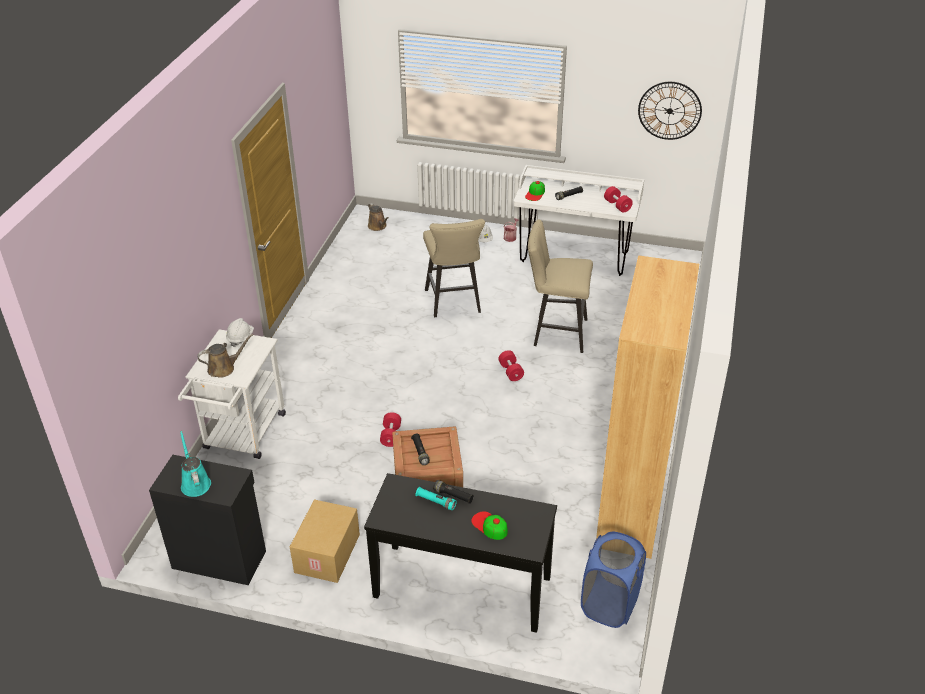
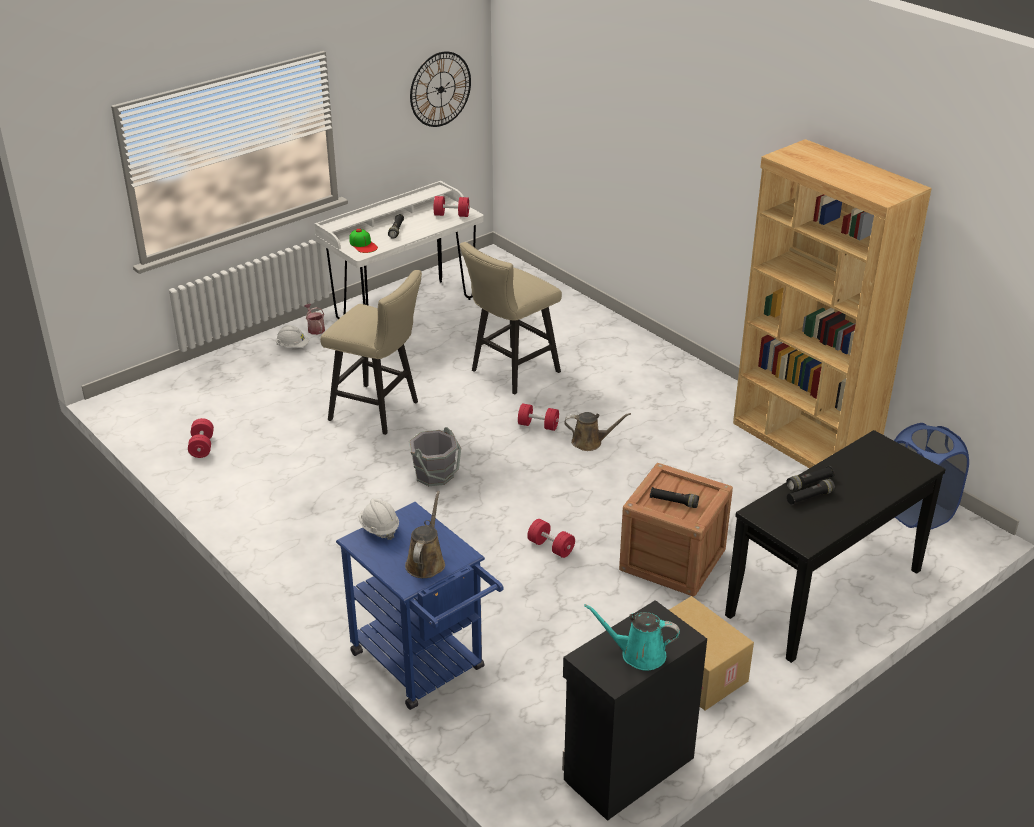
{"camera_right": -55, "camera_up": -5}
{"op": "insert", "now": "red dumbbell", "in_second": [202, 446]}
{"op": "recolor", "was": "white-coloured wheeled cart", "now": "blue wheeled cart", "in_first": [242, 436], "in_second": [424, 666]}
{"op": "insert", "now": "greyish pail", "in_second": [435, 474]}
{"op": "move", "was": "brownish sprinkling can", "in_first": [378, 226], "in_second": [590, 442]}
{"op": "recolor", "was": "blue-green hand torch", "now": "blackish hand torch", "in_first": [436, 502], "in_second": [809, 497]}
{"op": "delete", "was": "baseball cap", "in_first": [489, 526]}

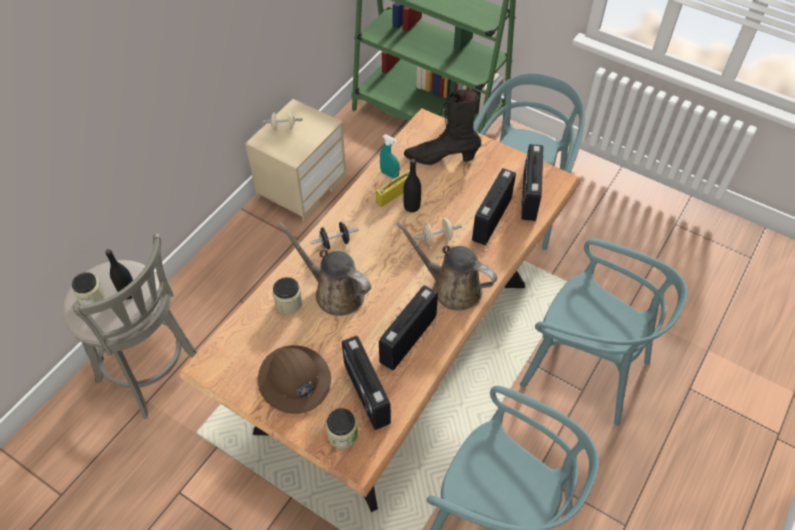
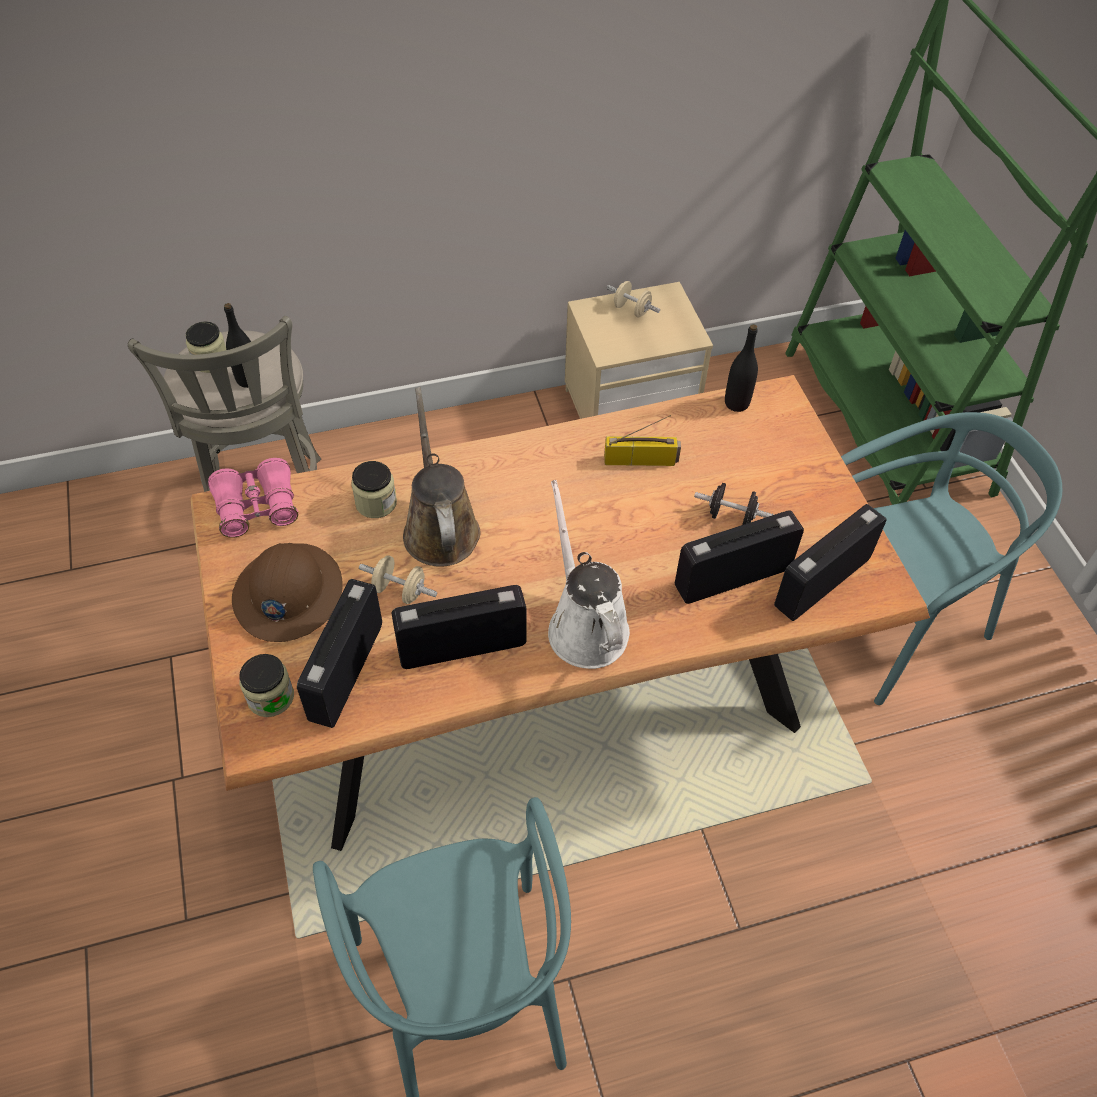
{"camera_right": 40, "camera_up": 0}
{"op": "insert", "now": "pink-coloured binoculars", "in_second": [257, 507]}
{"op": "move", "was": "beige dumbbell", "in_first": [437, 238], "in_second": [399, 590]}
{"op": "recolor", "was": "brownish sprinkling can", "now": "white-coloured sprinkling can", "in_first": [452, 287], "in_second": [585, 625]}
{"op": "move", "was": "blackish dumbbell", "in_first": [335, 242], "in_second": [731, 516]}
{"op": "move", "was": "blackish beverage bottle", "in_first": [411, 206], "in_second": [736, 403]}
{"op": "delete", "was": "blue-green sprayer", "in_first": [389, 174]}
{"op": "delete", "was": "blackish tall boot", "in_first": [441, 157]}
{"op": "delete", "was": "blue-green upright chair", "in_first": [585, 368]}

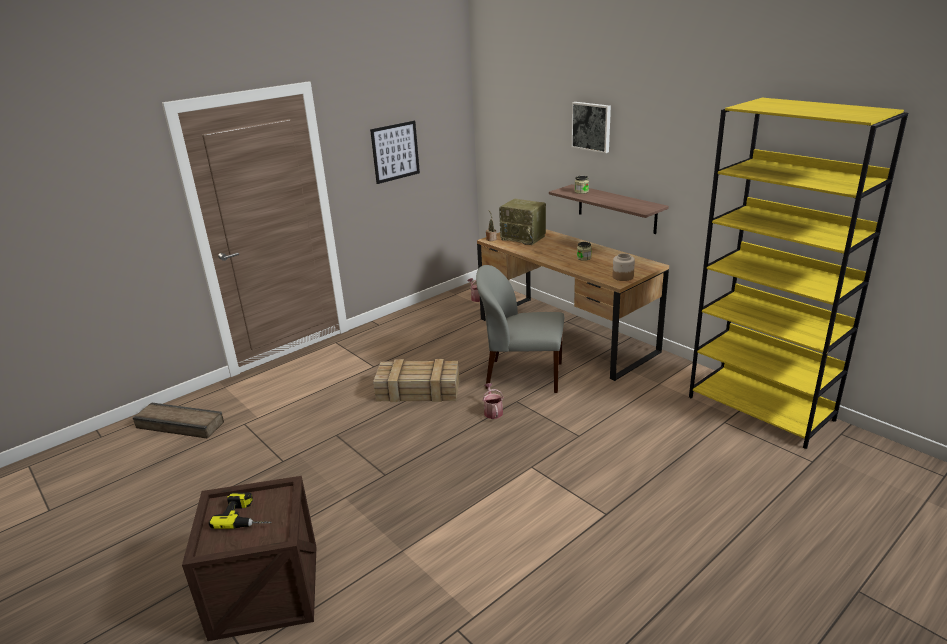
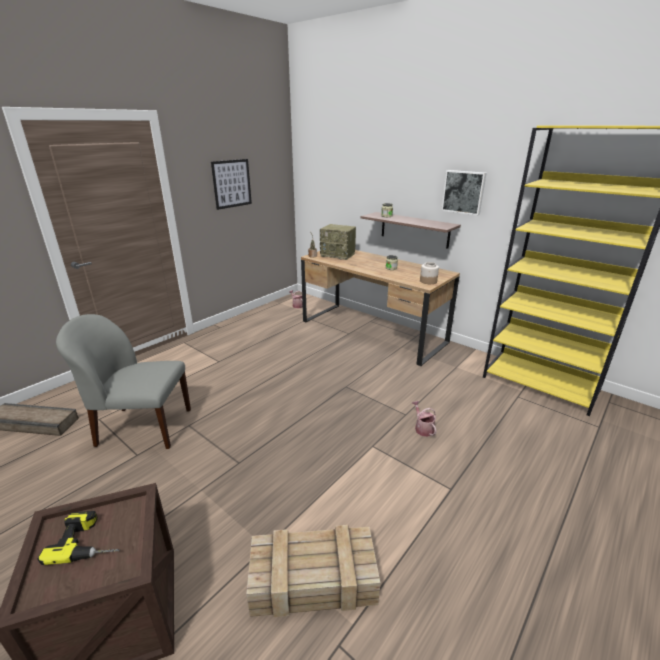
{"camera_right": -10, "camera_up": 0}
{"op": "move", "was": "greyish upright chair", "in_first": [522, 376], "in_second": [143, 427]}
{"op": "move", "was": "packing crate", "in_first": [417, 390], "in_second": [311, 580]}
{"op": "move", "was": "sprinkling can", "in_first": [492, 411], "in_second": [422, 428]}
{"op": "move", "was": "picture", "in_first": [592, 126], "in_second": [463, 192]}

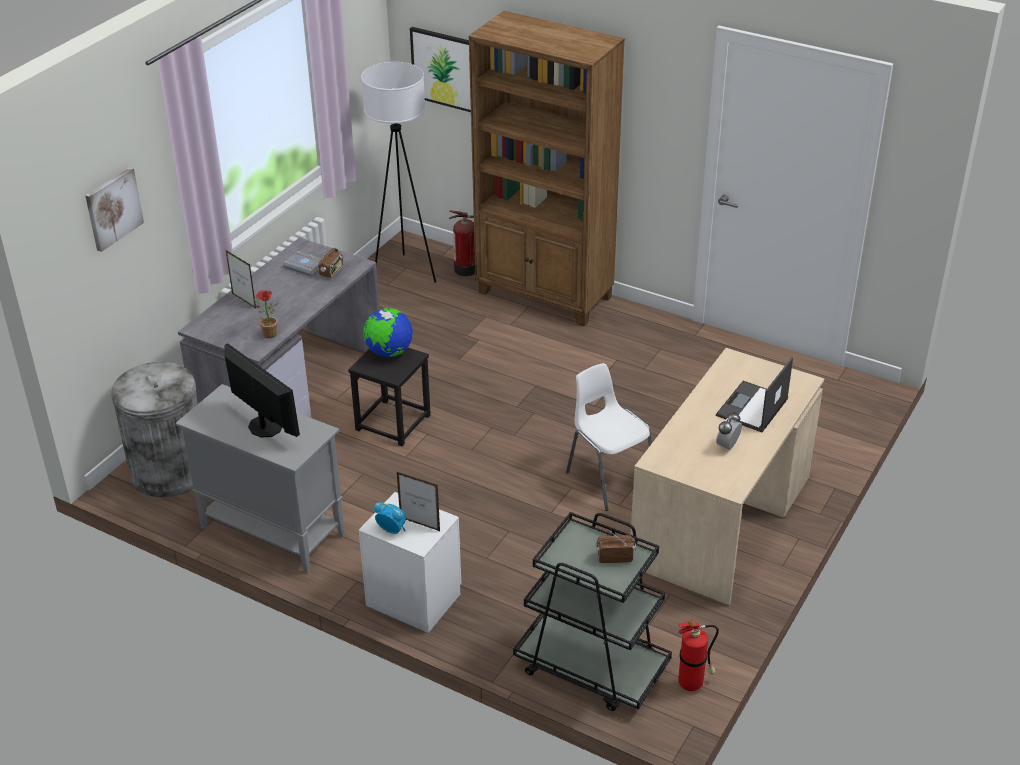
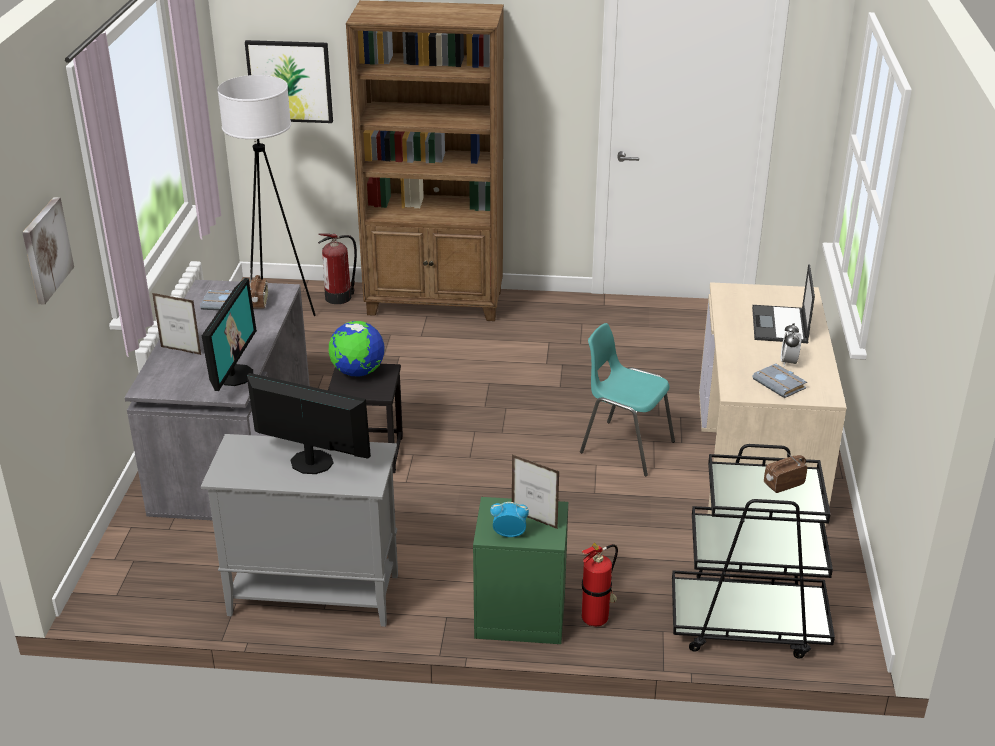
{"camera_right": -25, "camera_up": -5}
{"op": "replace", "was": "potted plant", "now": "computer screen", "in_first": [267, 334], "in_second": [234, 375]}
{"op": "recolor", "was": "white-coloured bedside table", "now": "green bedside table", "in_first": [413, 597], "in_second": [518, 614]}
{"op": "rotate", "was": "standing frame", "in_first": [419, 524], "in_second": [534, 520], "clockwise": -150}
{"op": "recolor", "was": "white-coloured upright chair", "now": "blue-green upright chair", "in_first": [609, 478], "in_second": [625, 446]}
{"op": "move", "was": "fire extinguisher", "in_first": [693, 684], "in_second": [597, 619]}
{"op": "insert", "now": "greyish volume", "in_second": [781, 384]}
{"op": "delete", "was": "greyish waste bin", "in_first": [170, 472]}

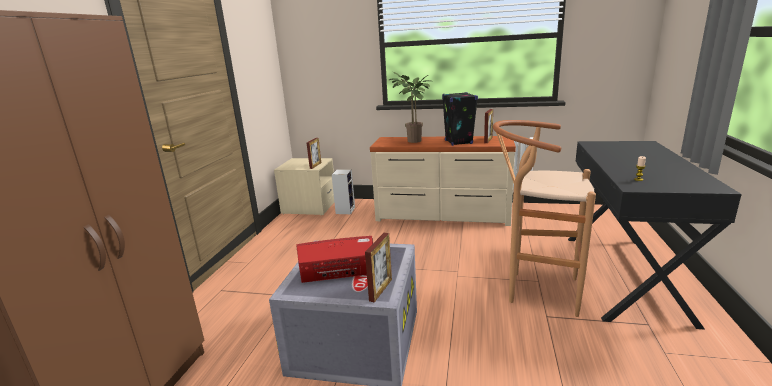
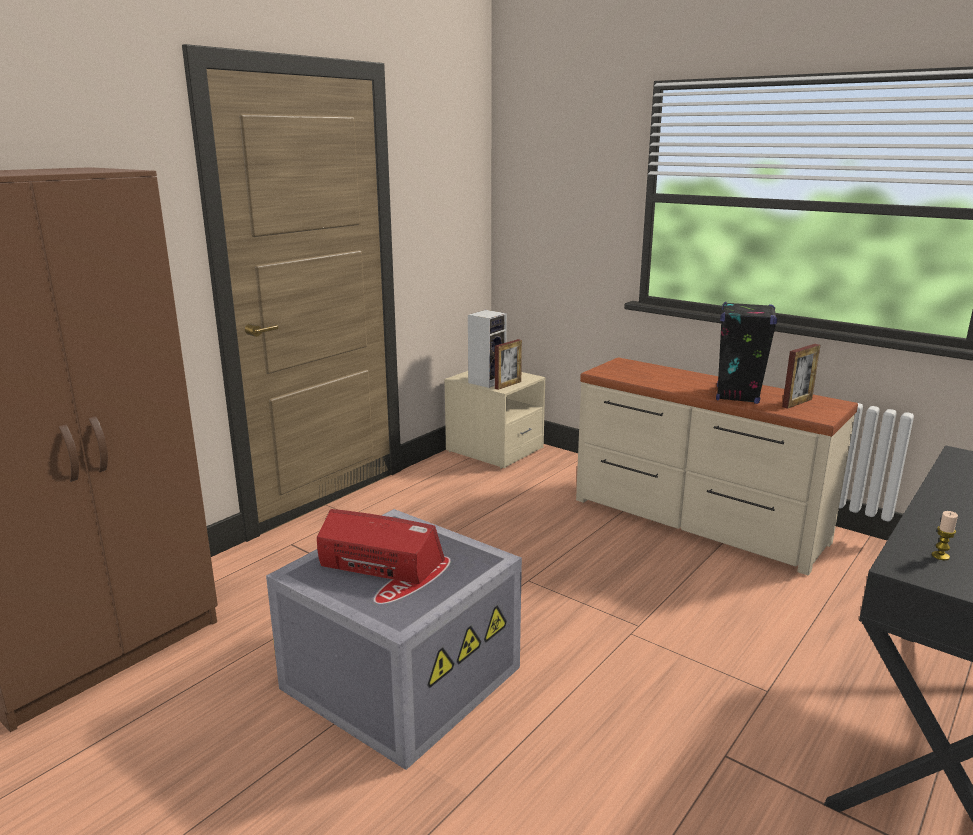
{"camera_right": 25, "camera_up": 0}
{"op": "move", "was": "audio speaker", "in_first": [345, 210], "in_second": [487, 381]}
{"op": "delete", "was": "standing frame", "in_first": [380, 290]}
{"op": "delete", "was": "potted plant", "in_first": [413, 141]}
{"op": "delete", "was": "brownish sitting stool", "in_first": [535, 290]}

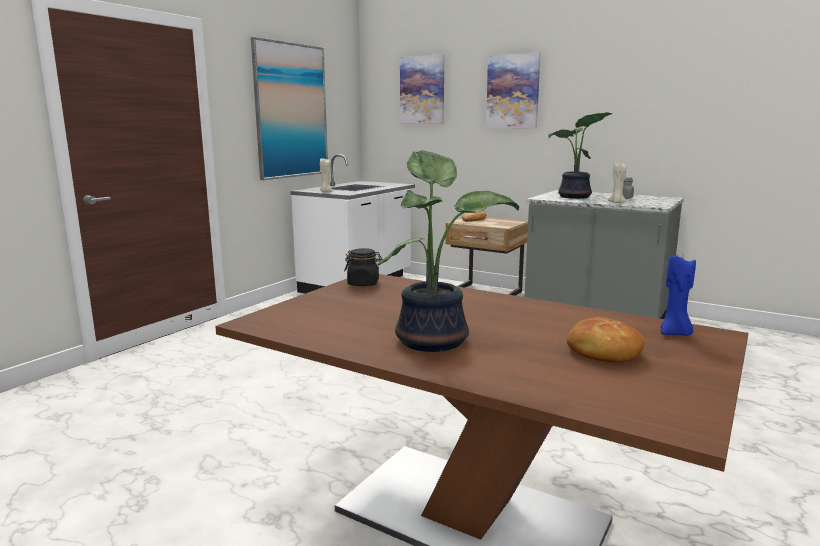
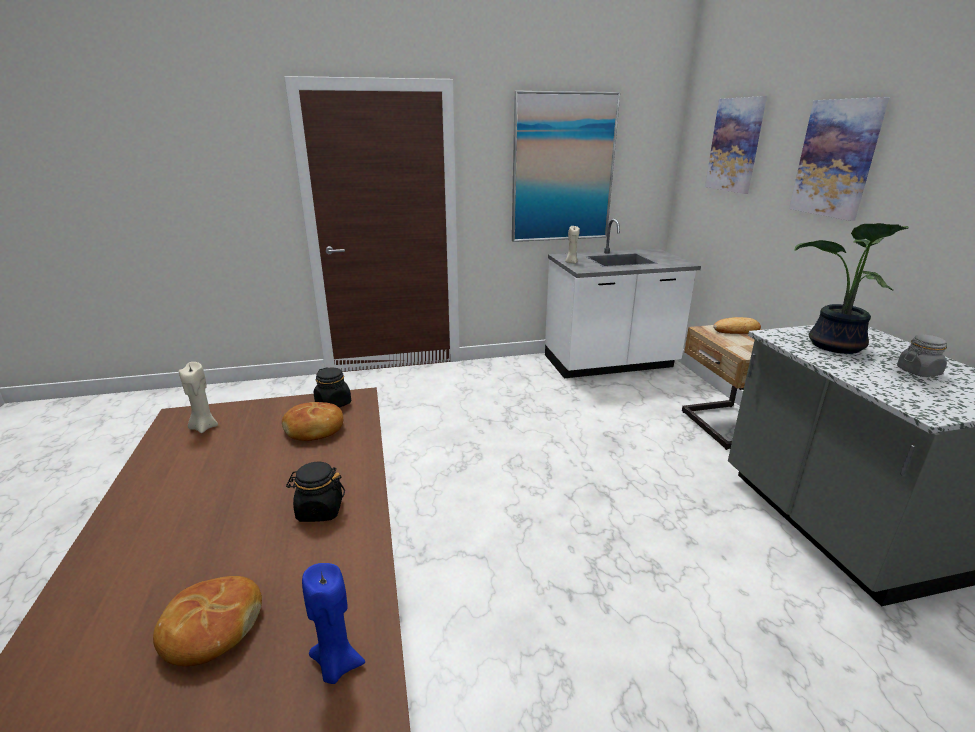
{"camera_right": 45, "camera_up": 10}
{"op": "move", "was": "beige wax light", "in_first": [616, 203], "in_second": [204, 427]}
{"op": "insert", "now": "bakery bread", "in_second": [314, 429]}
{"op": "insert", "now": "blackish jar", "in_second": [319, 510]}
{"op": "delete", "was": "potted plant", "in_first": [434, 339]}

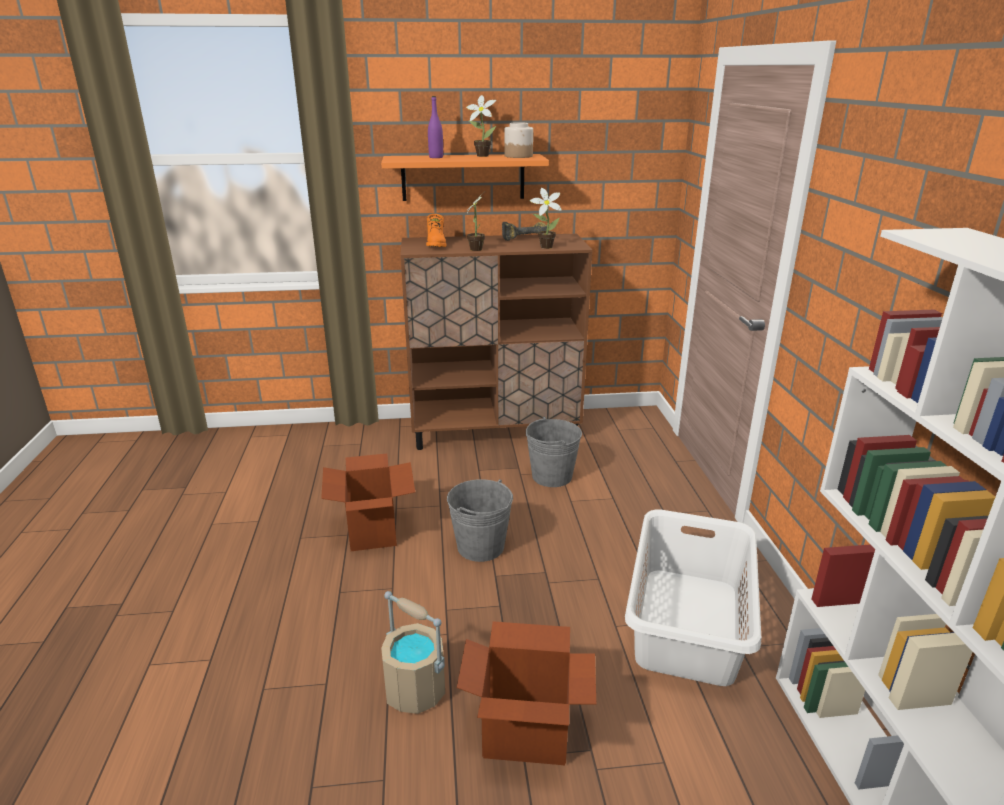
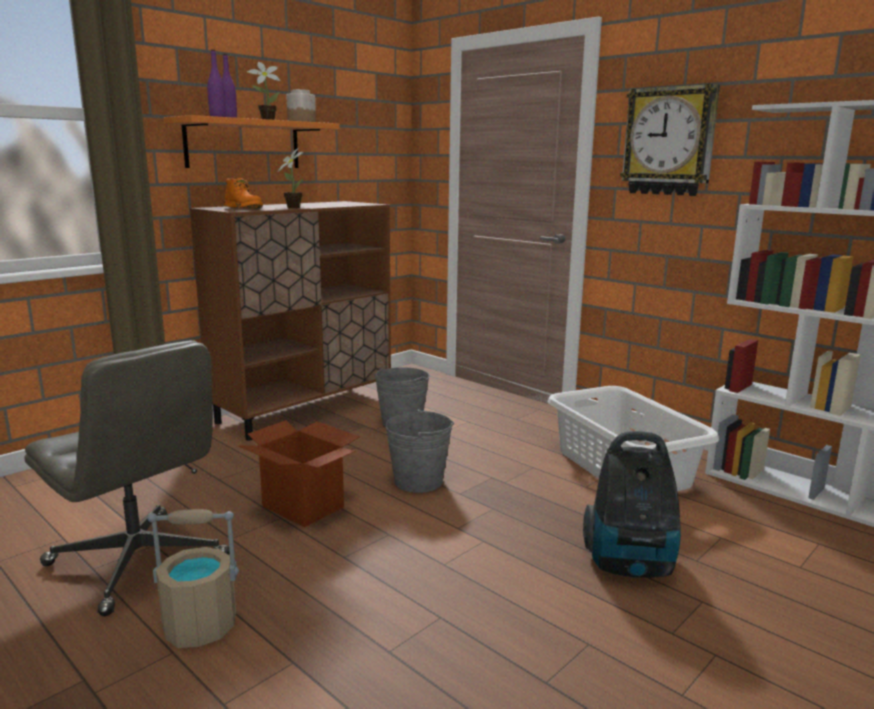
{"camera_right": -40, "camera_up": -10}
{"op": "insert", "now": "greyish desk chair", "in_second": [139, 562]}
{"op": "move", "was": "beige pail", "in_first": [416, 690], "in_second": [200, 626]}
{"op": "insert", "now": "purple-coloured beverage bottle", "in_second": [217, 116]}
{"op": "replace", "was": "packing box", "now": "hoover", "in_first": [526, 733], "in_second": [630, 565]}
{"op": "insert", "now": "hanging clock", "in_second": [669, 142]}
{"op": "delete", "was": "power drill", "in_first": [524, 237]}
{"op": "delete", "was": "potted plant", "in_first": [544, 247]}

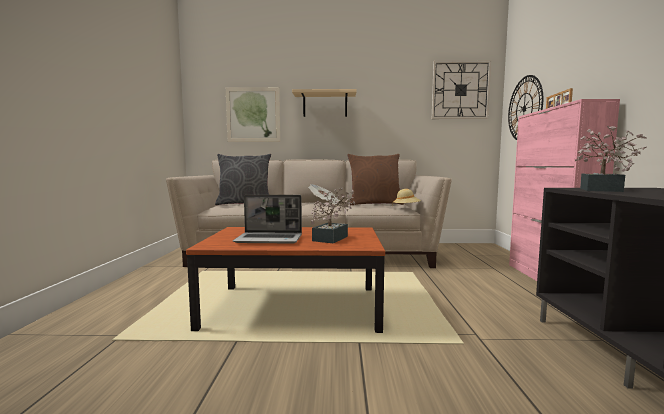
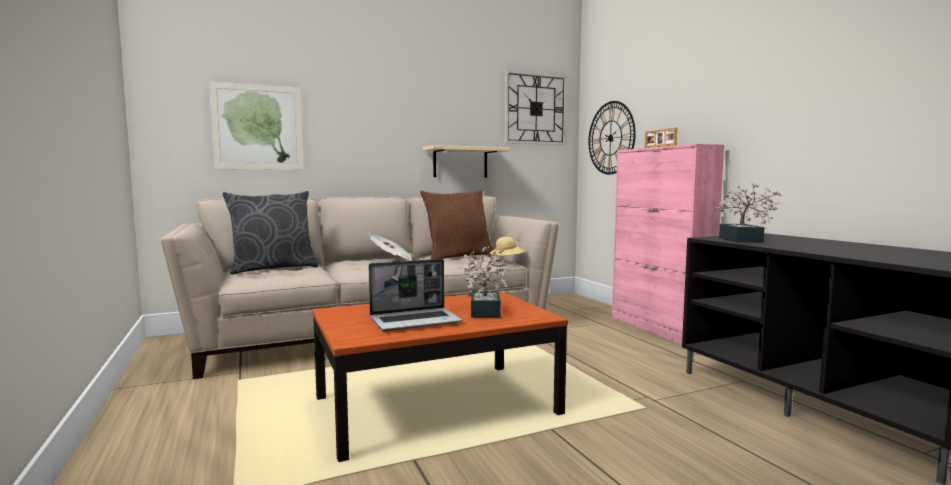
{"camera_right": -25, "camera_up": 0}
{"op": "move", "was": "beige wall shelf", "in_first": [325, 105], "in_second": [460, 162]}

